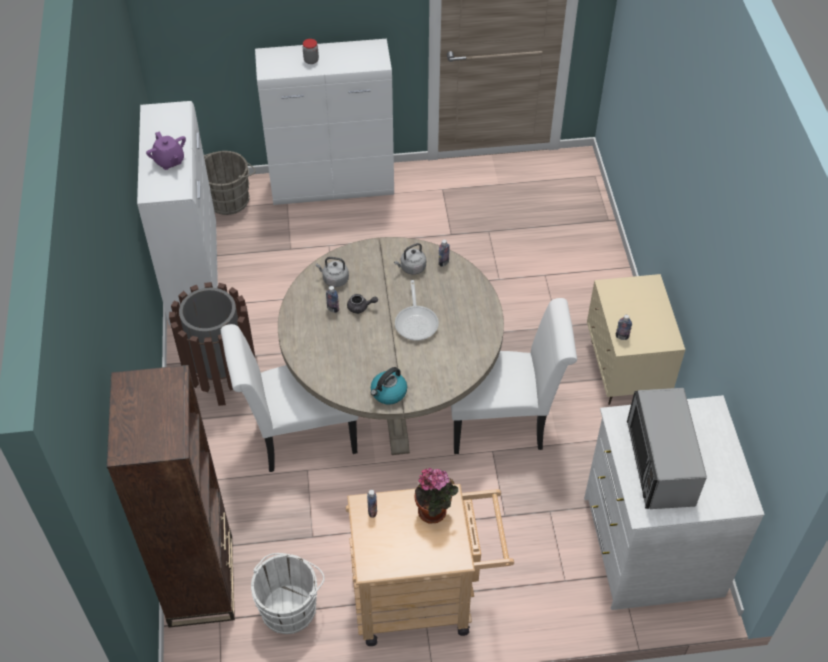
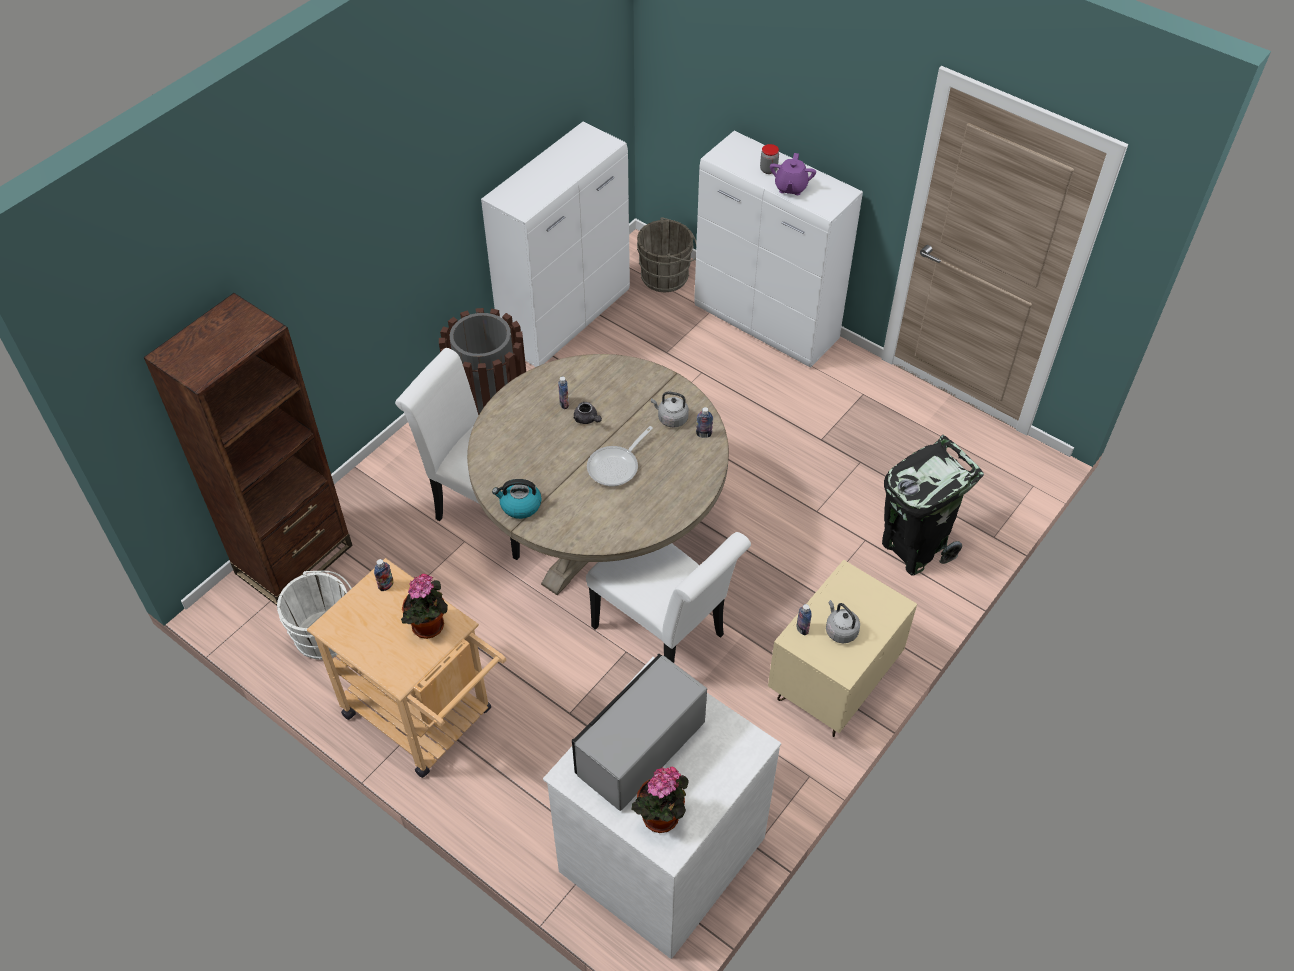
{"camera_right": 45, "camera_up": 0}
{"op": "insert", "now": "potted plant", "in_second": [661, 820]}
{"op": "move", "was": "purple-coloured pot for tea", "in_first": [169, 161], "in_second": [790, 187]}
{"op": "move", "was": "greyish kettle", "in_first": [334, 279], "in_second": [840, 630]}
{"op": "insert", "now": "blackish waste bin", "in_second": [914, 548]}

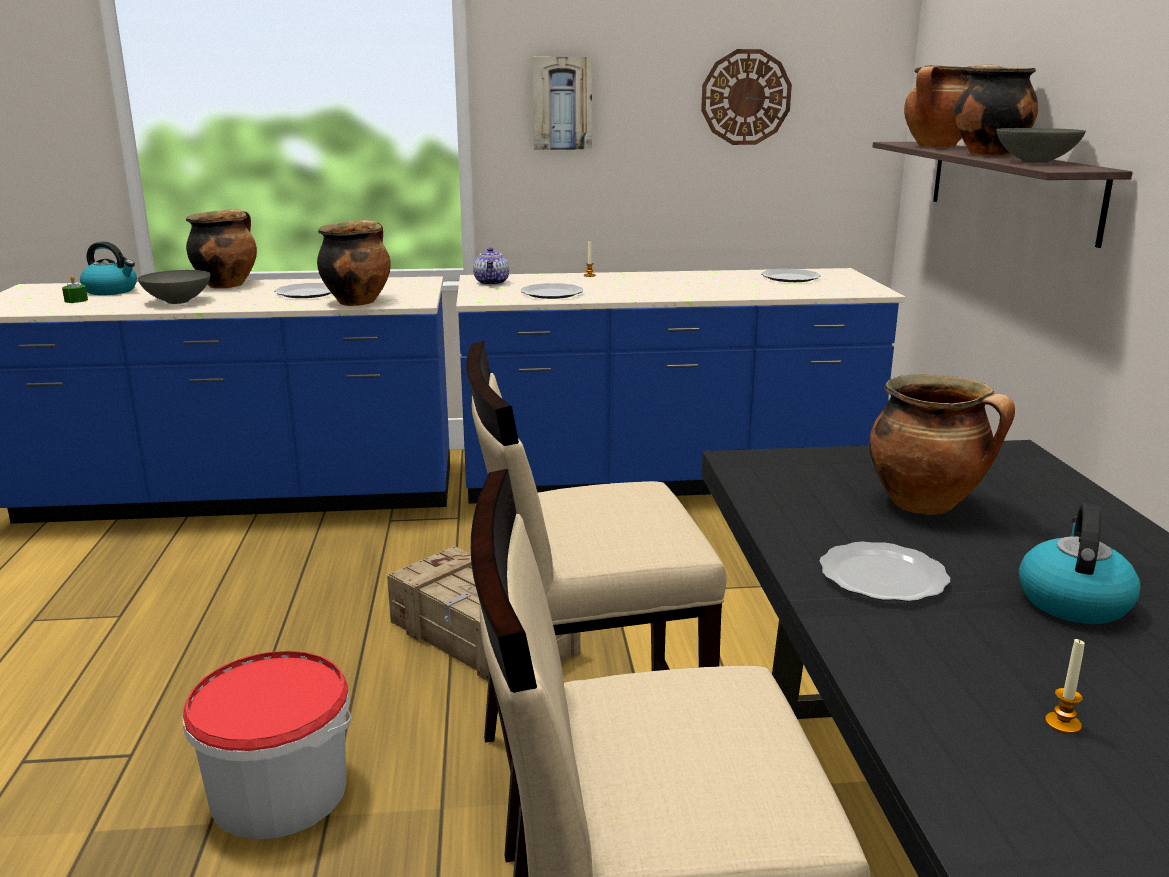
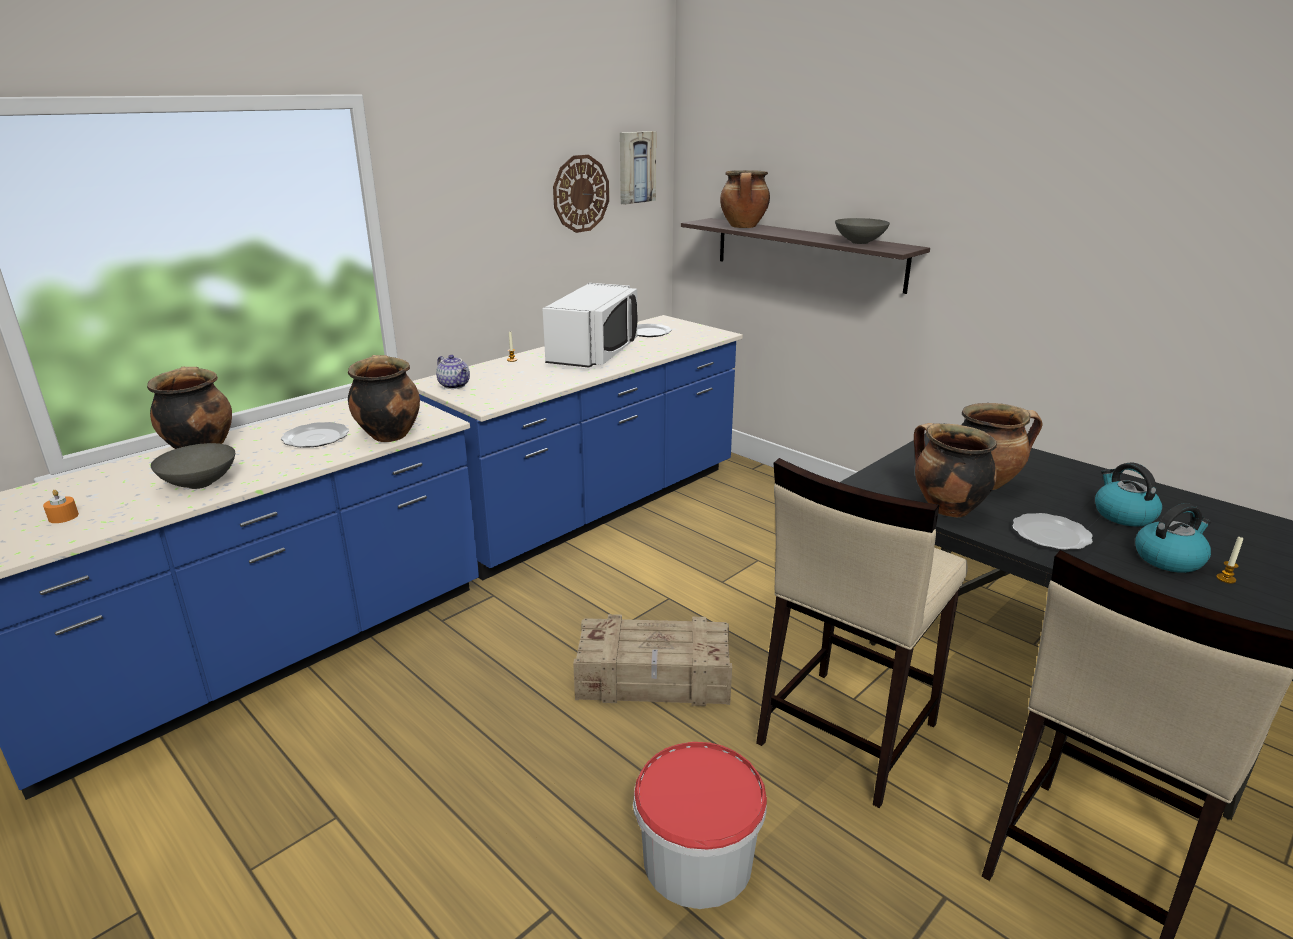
{"camera_right": -40, "camera_up": 5}
{"op": "recolor", "was": "green wax light", "now": "orange wax light", "in_first": [76, 300], "in_second": [63, 517]}
{"op": "insert", "now": "white-coloured kitchen microwave", "in_second": [595, 353]}
{"op": "move", "was": "picture", "in_first": [562, 103], "in_second": [636, 167]}
{"op": "move", "was": "saucepot", "in_first": [987, 154], "in_second": [946, 508]}
{"op": "move", "was": "kettle", "in_first": [112, 291], "in_second": [1168, 559]}
{"op": "delete", "was": "dinner plate", "in_first": [551, 293]}

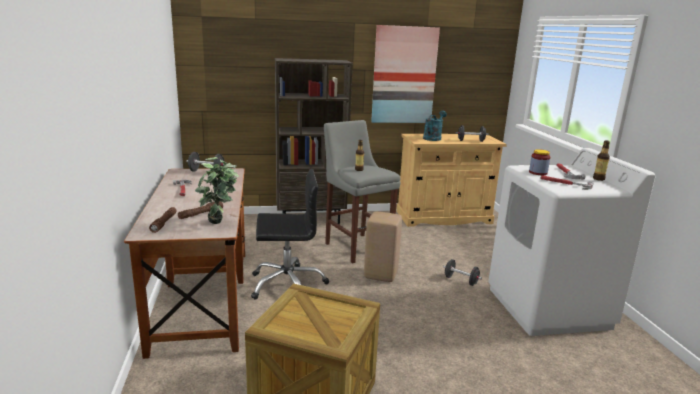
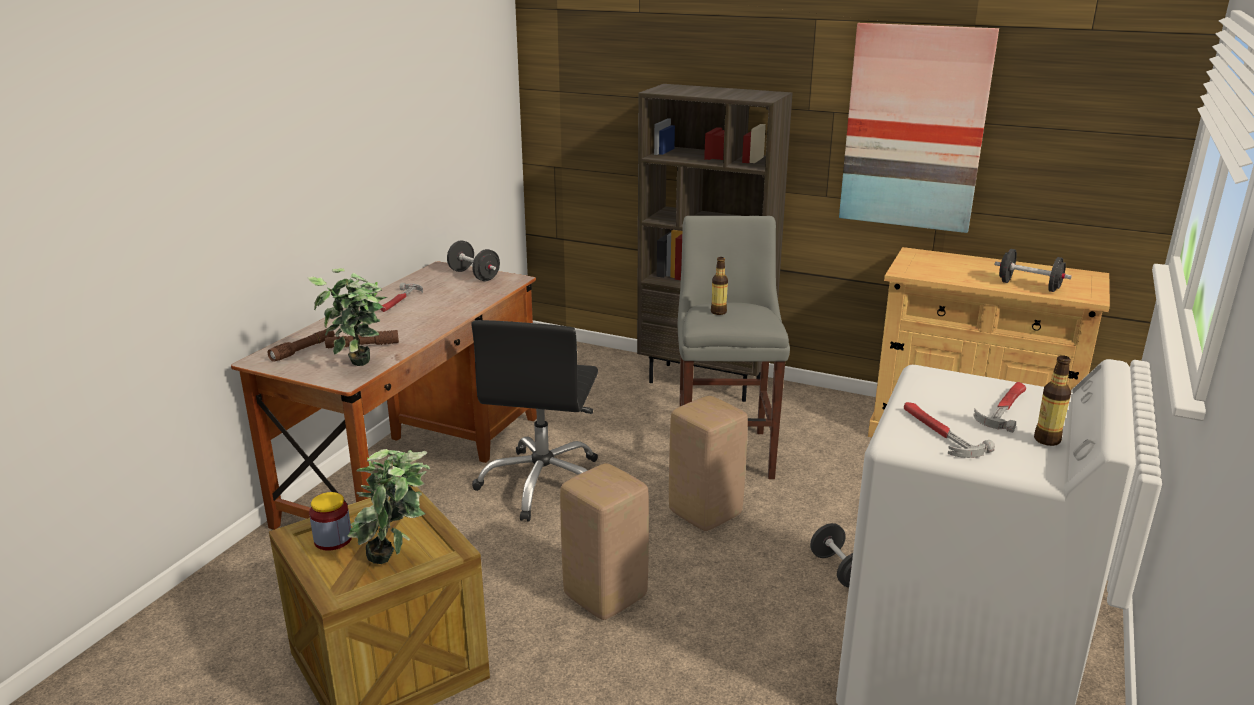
{"camera_right": 35, "camera_up": 5}
{"op": "move", "was": "jar", "in_first": [538, 173], "in_second": [333, 540]}
{"op": "insert", "now": "potted plant", "in_second": [396, 560]}
{"op": "rotate", "was": "blackish desk chair", "in_first": [287, 284], "in_second": [544, 484], "clockwise": 75}
{"op": "insert", "now": "beige sitting stool", "in_second": [607, 596]}
{"op": "delete", "was": "blue-green sprinkling can", "in_first": [433, 138]}

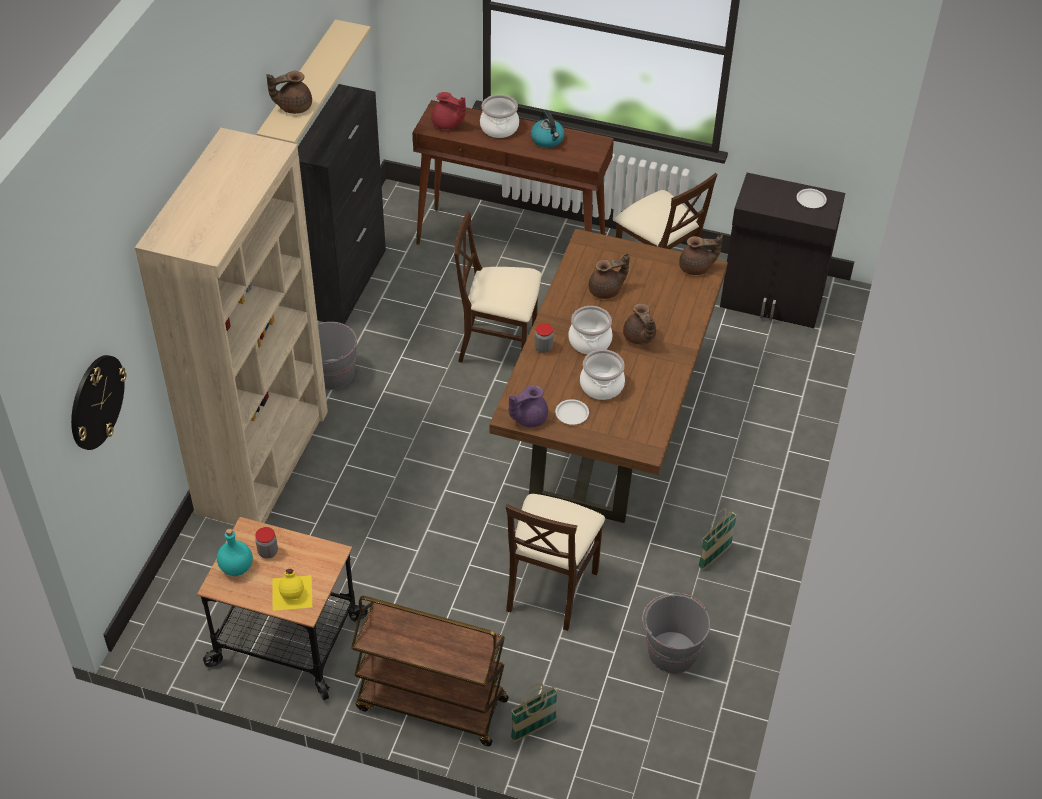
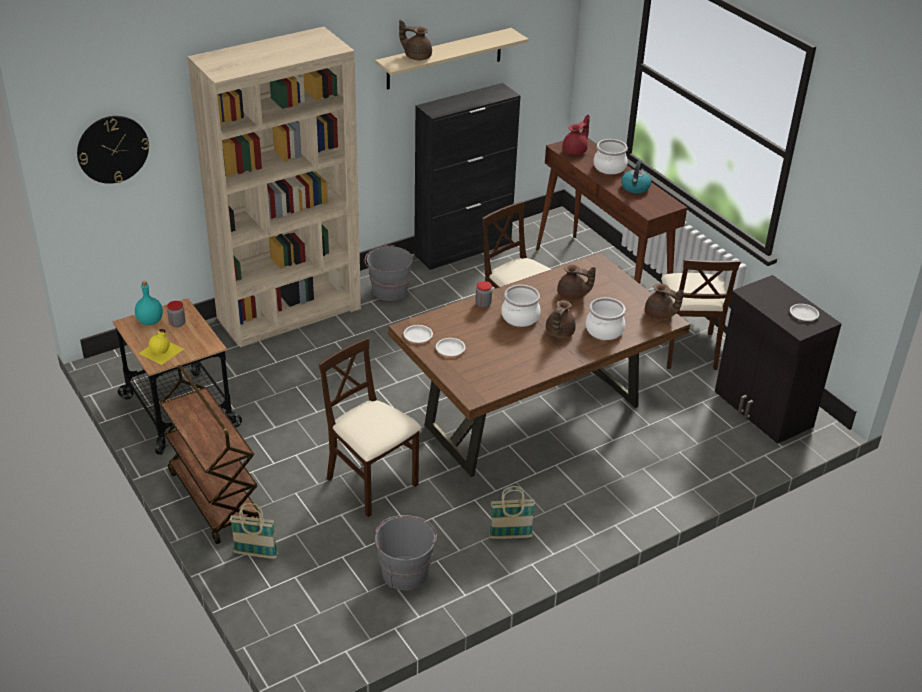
{"camera_right": 40, "camera_up": -10}
{"op": "rotate", "was": "beige upright chair", "in_first": [550, 588], "in_second": [372, 483], "clockwise": 75}
{"op": "replace", "was": "purple-coloured pot for tea", "now": "white-coloured dinner plate", "in_first": [528, 418], "in_second": [418, 335]}
{"op": "rotate", "was": "red pot for tea", "in_first": [447, 124], "in_second": [575, 151], "clockwise": -120}
{"op": "move", "was": "saucepot", "in_first": [601, 386], "in_second": [604, 330]}

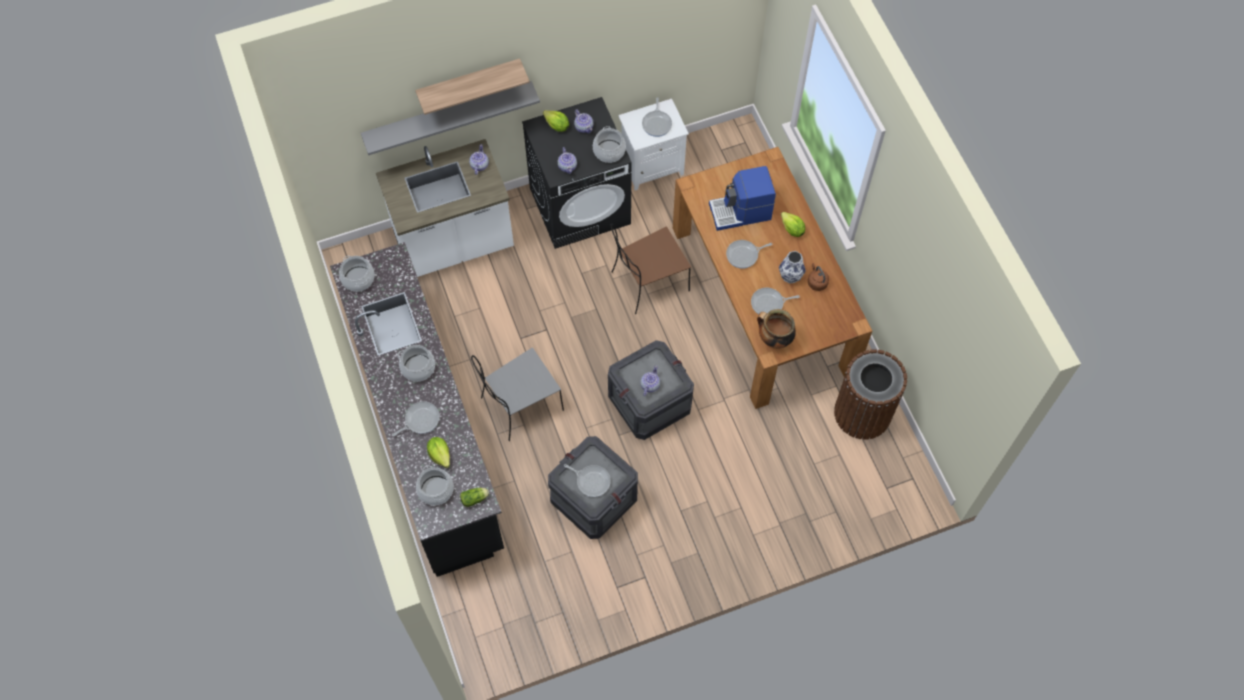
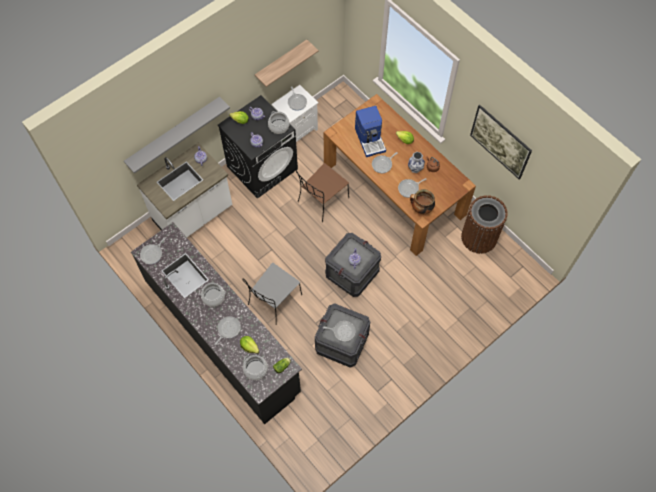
{"camera_right": -20, "camera_up": 0}
{"op": "replace", "was": "saucepot", "now": "frying pan", "in_first": [358, 278], "in_second": [152, 254]}
{"op": "move", "was": "wall shelf", "in_first": [469, 83], "in_second": [281, 62]}
{"op": "rotate", "was": "coffee brewer", "in_first": [741, 212], "in_second": [370, 139], "clockwise": -75}
{"op": "insert", "now": "picture", "in_second": [498, 149]}

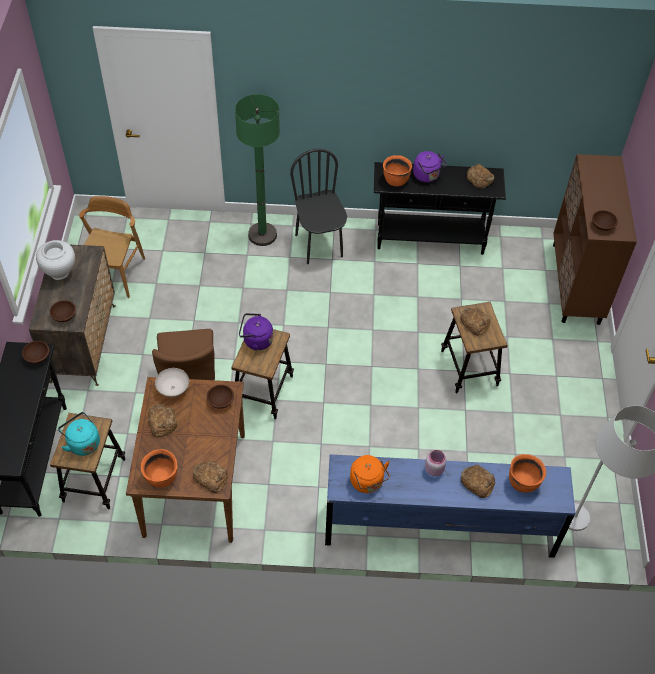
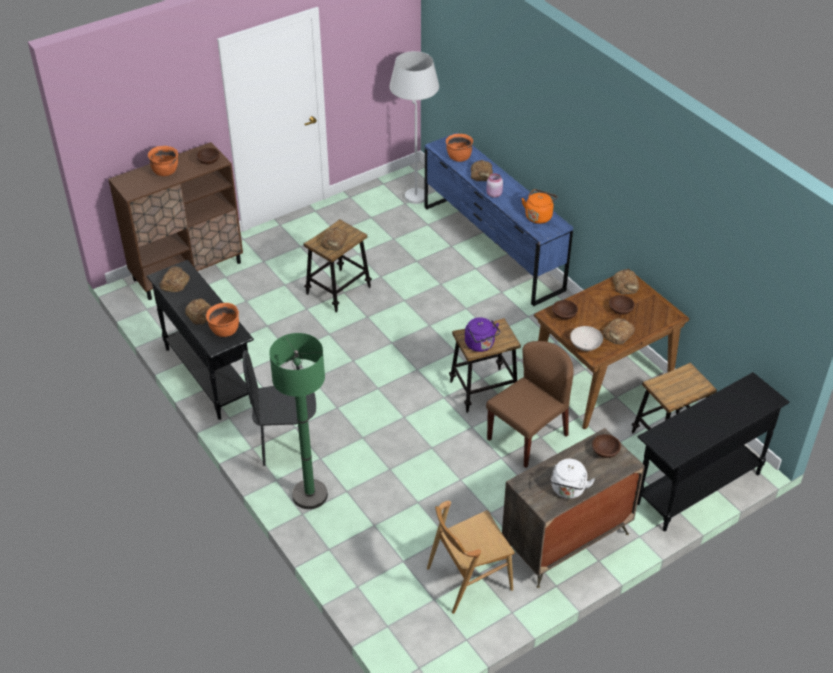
{"camera_right": -125, "camera_up": -10}
{"op": "move", "was": "orange saucepot", "in_first": [162, 478], "in_second": [165, 171]}
{"op": "replace", "was": "purple-coloured kettle", "now": "bakery bread", "in_first": [427, 176], "in_second": [201, 314]}
{"op": "rotate", "was": "blackish upright chair", "in_first": [319, 245], "in_second": [286, 445], "clockwise": 45}
{"op": "replace", "was": "white-coloured decorative vase", "now": "white-coloured kettle", "in_first": [60, 272], "in_second": [568, 490]}
{"op": "move", "was": "brownish deep dish", "in_first": [37, 357], "in_second": [621, 310]}
{"op": "delete", "was": "blue-green kettle", "in_first": [82, 443]}

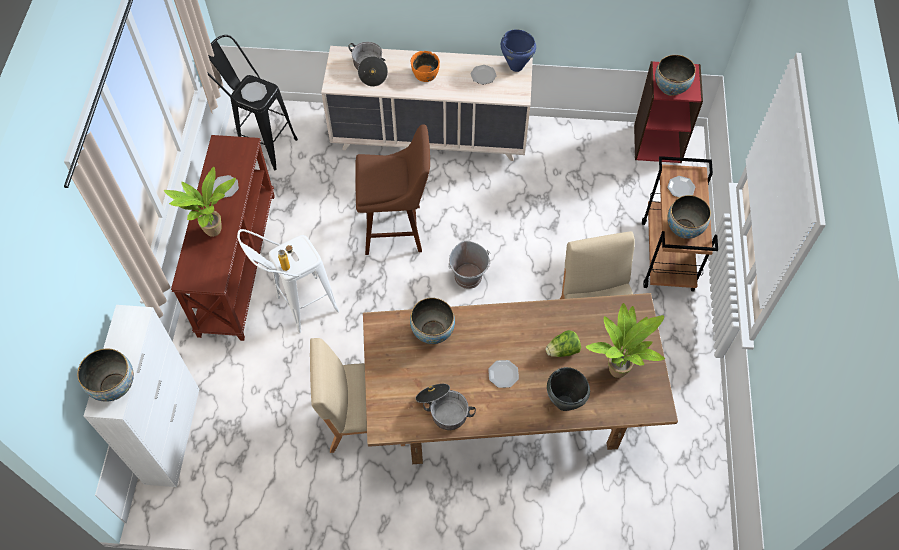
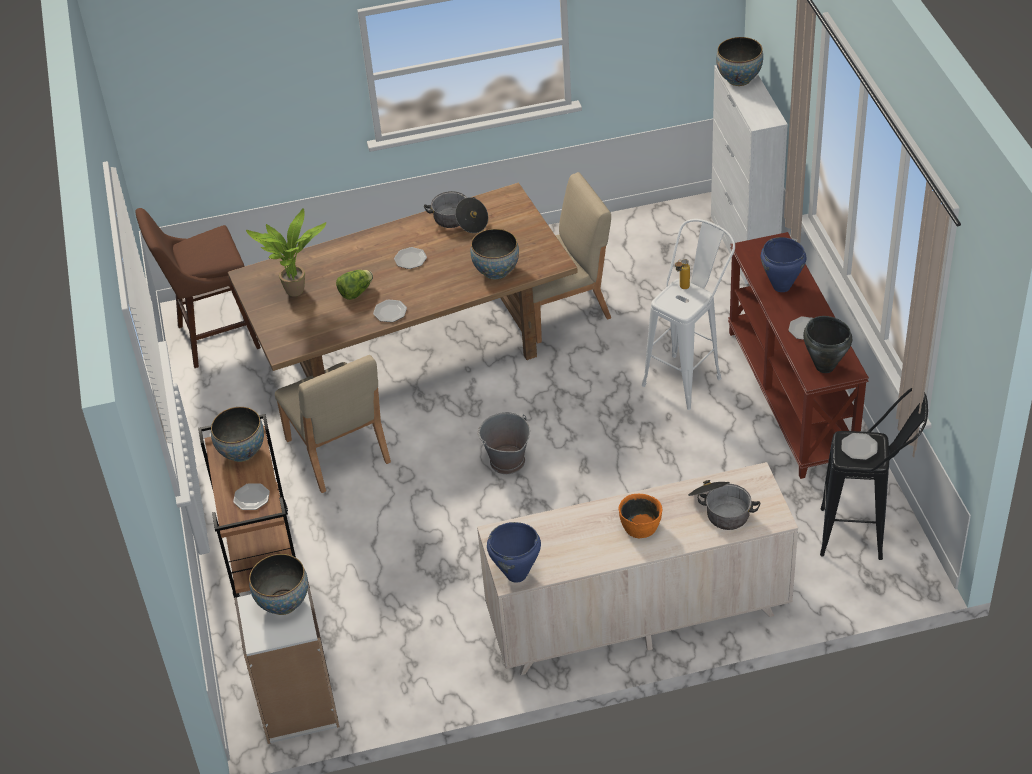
{"camera_right": 165, "camera_up": -15}
{"op": "move", "was": "brownish sitting stool", "in_first": [397, 229], "in_second": [214, 338]}
{"op": "recolor", "was": "red bookcase", "now": "white-coloured bookcase", "in_first": [657, 143], "in_second": [298, 708]}
{"op": "move", "was": "dinner plate", "in_first": [483, 75], "in_second": [390, 312]}
{"op": "replace", "was": "potted plant", "now": "blue saucepot", "in_first": [215, 233], "in_second": [781, 286]}
{"op": "move", "was": "blackish saucepot", "in_first": [564, 403], "in_second": [825, 366]}

